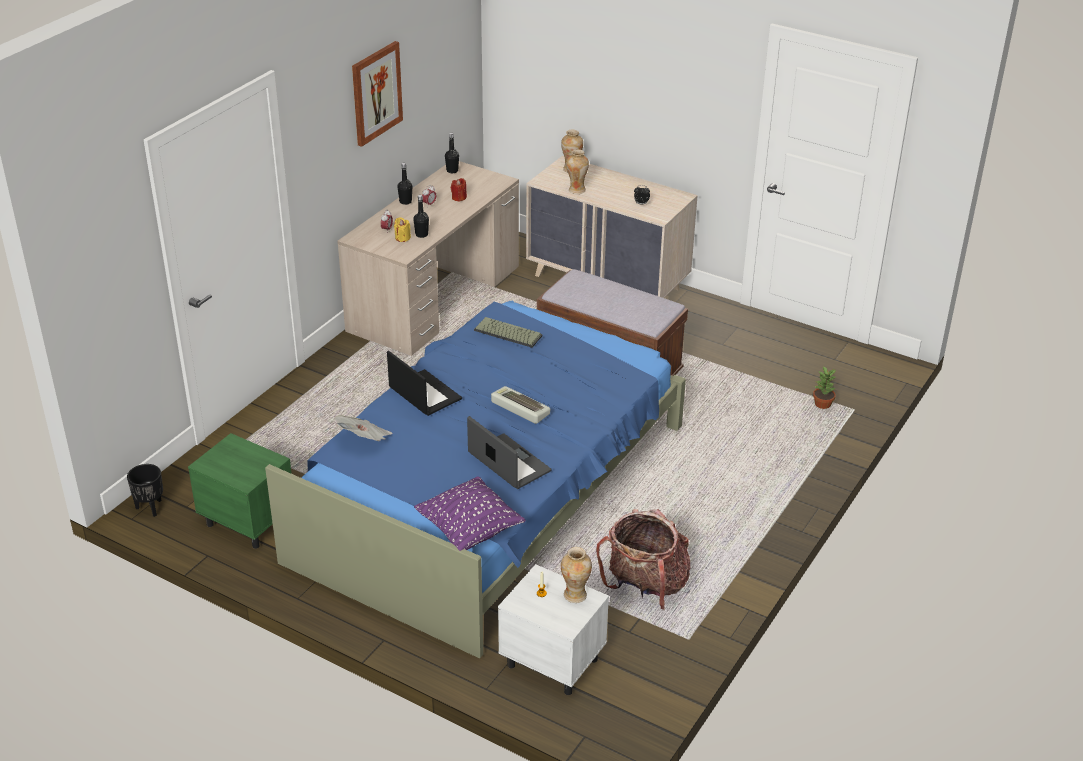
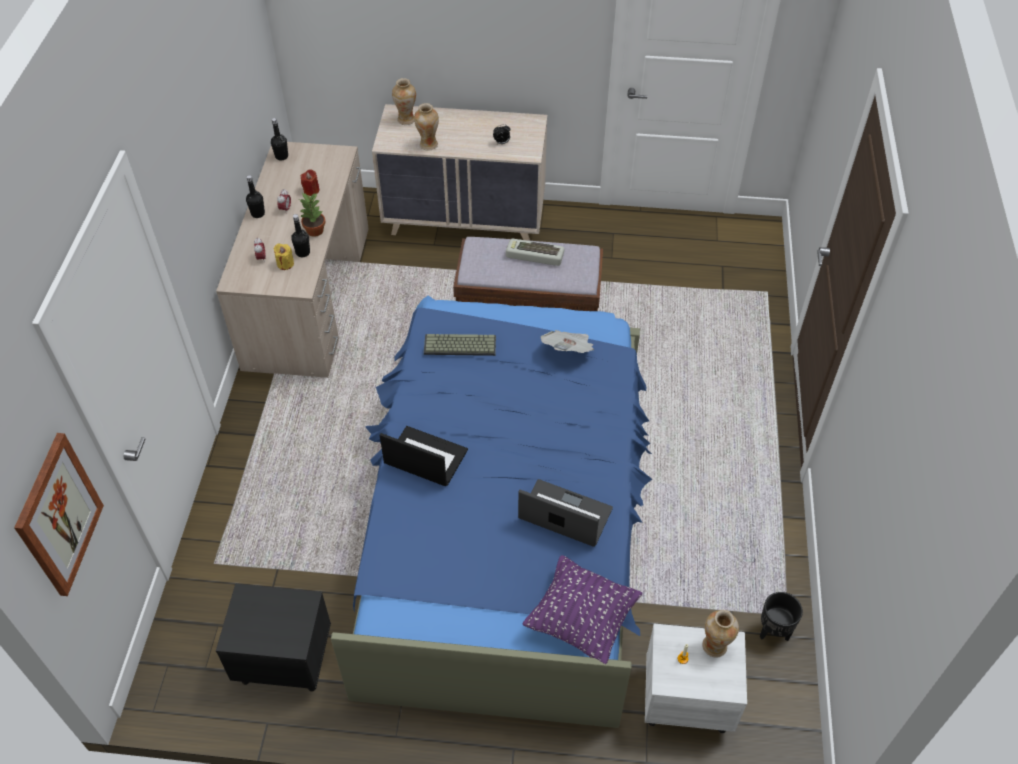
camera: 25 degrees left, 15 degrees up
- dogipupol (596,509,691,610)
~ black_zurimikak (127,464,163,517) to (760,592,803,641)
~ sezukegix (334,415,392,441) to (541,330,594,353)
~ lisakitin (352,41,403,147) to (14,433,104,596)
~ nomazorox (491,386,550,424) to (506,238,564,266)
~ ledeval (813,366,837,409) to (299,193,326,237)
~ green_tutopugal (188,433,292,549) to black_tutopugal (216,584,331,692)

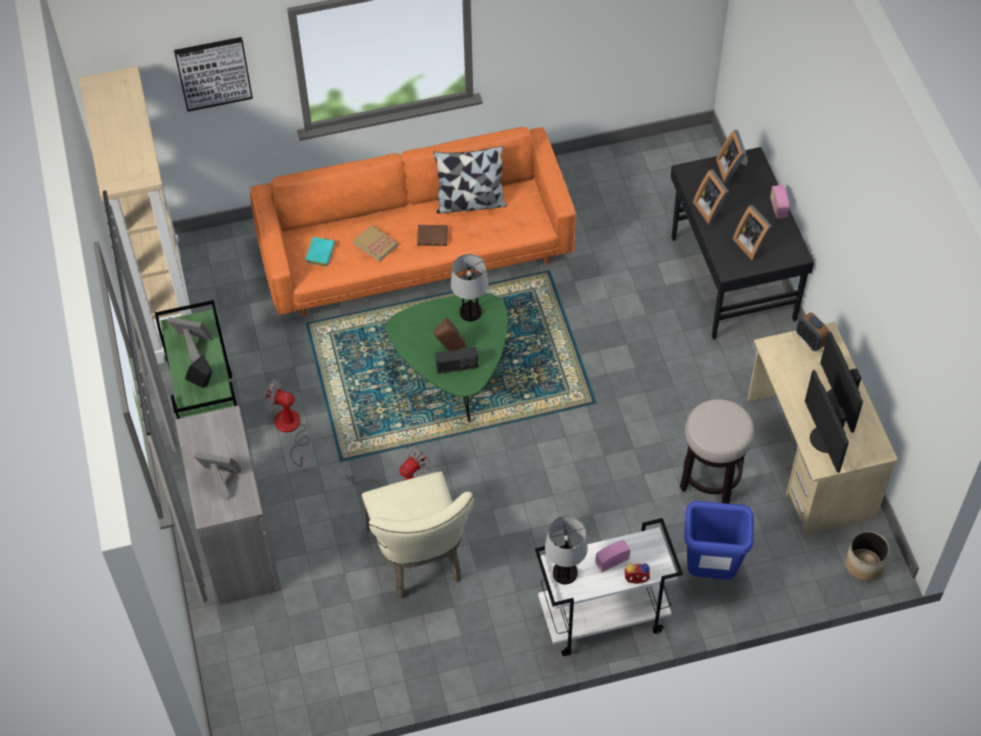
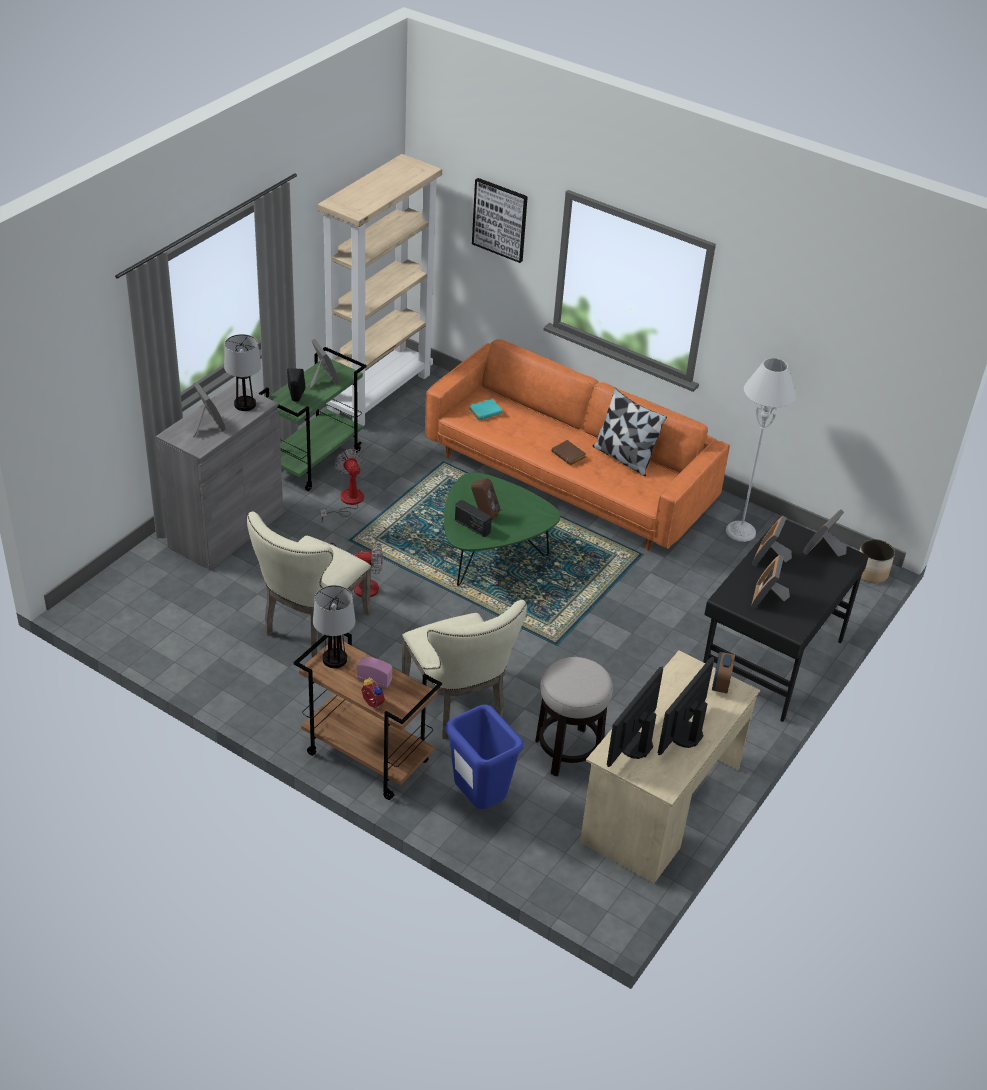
camera: 45 degrees right, 15 degrees down
- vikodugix (353,225,398,262)
- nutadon (770,185,790,219)
+ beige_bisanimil (402,600,527,739)
+ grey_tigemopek (726,358,796,542)
~ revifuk (451,254,488,321) to (224,334,261,411)
~ zurimikak (845,531,889,581) to (859,539,895,583)
~ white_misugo (535,518,683,656) to brown_misugo (294,633,442,800)

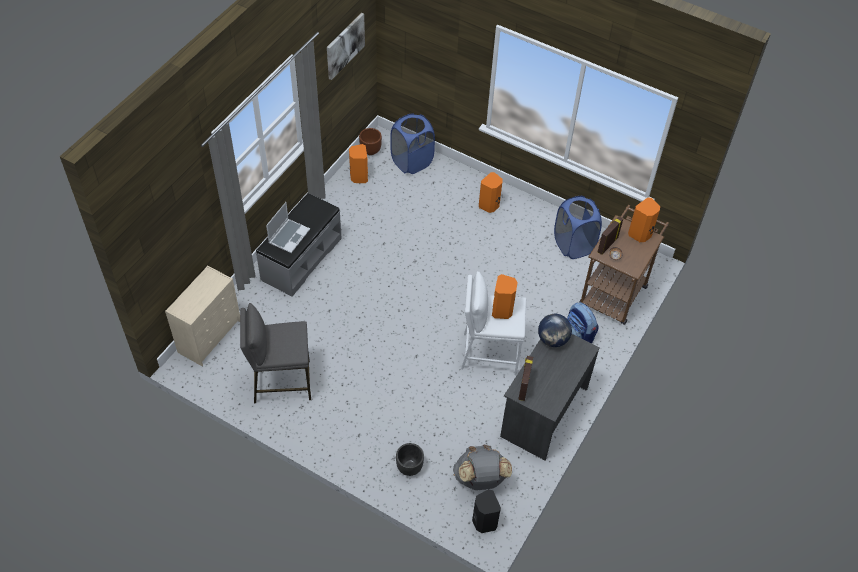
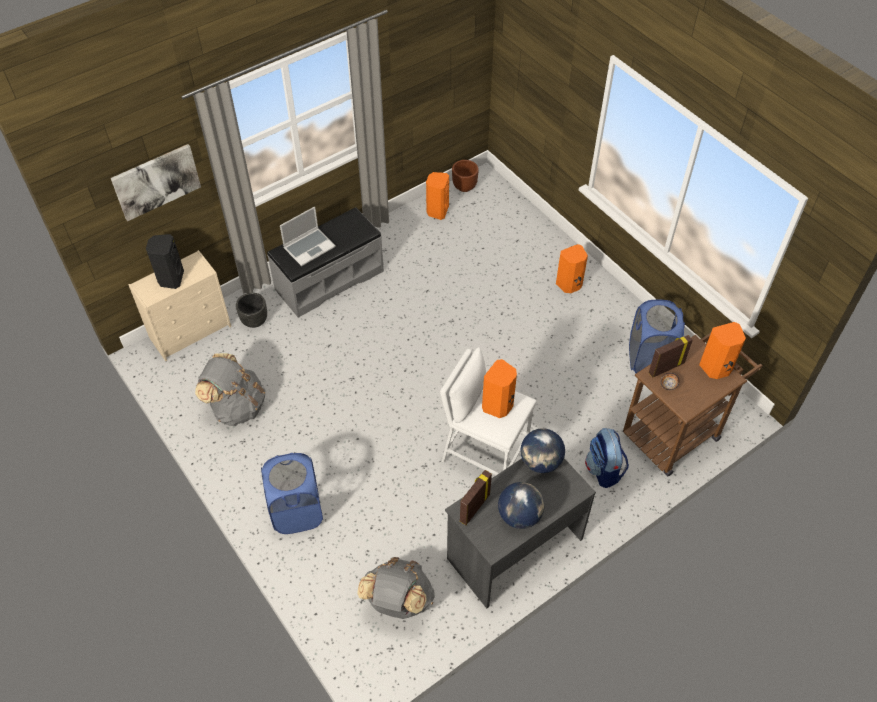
camera: 25 degrees right, 0 degrees up
+ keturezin (498,482,544,529)
~ lisakitin (327,13,365,80) to (111,144,201,221)
~ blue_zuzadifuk (390,113,435,174) to (261,453,323,534)
~ black_zurimikak (396,443,424,476) to (236,293,267,328)
~ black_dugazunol (472,489,501,533) to (146,234,184,289)
~ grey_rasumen (240,303,311,403) to grey_dogipupol (195,353,266,426)

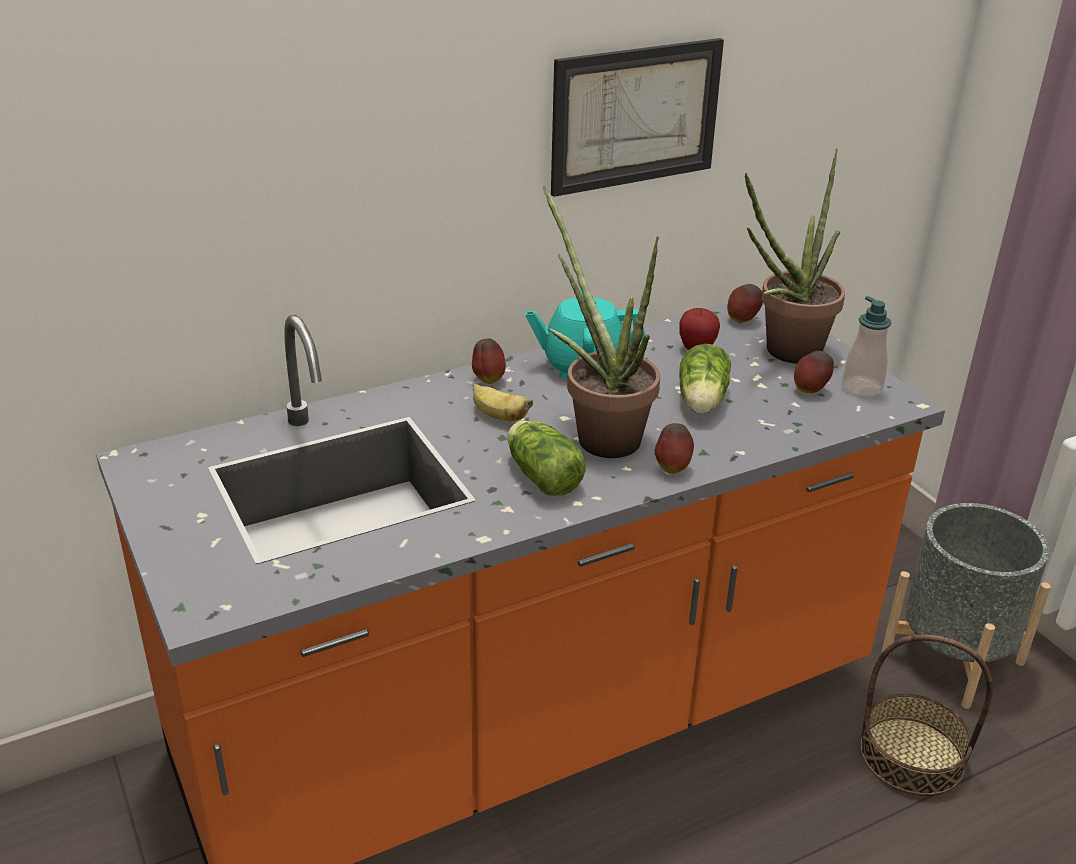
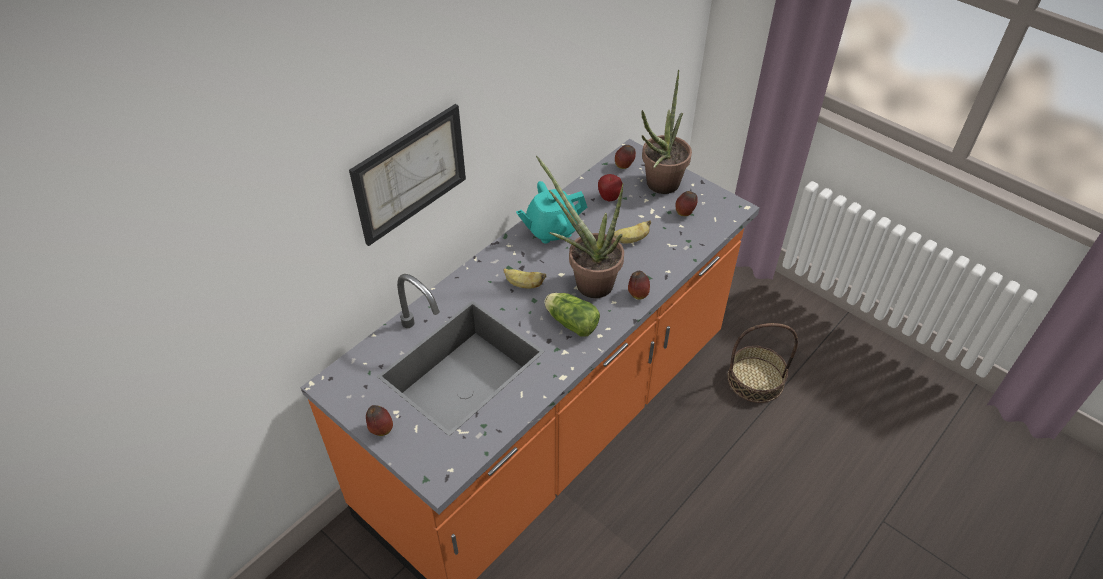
camera: 20 degrees left, 15 degrees up
- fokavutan (842,296,891,398)
- grey_zurimikak (882,503,1051,709)
~ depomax (472,338,506,384) to (366,405,393,436)
~ lisakitin (551,38,724,197) to (349,104,466,246)
~ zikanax (680,344,731,414) to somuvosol (613,220,651,243)

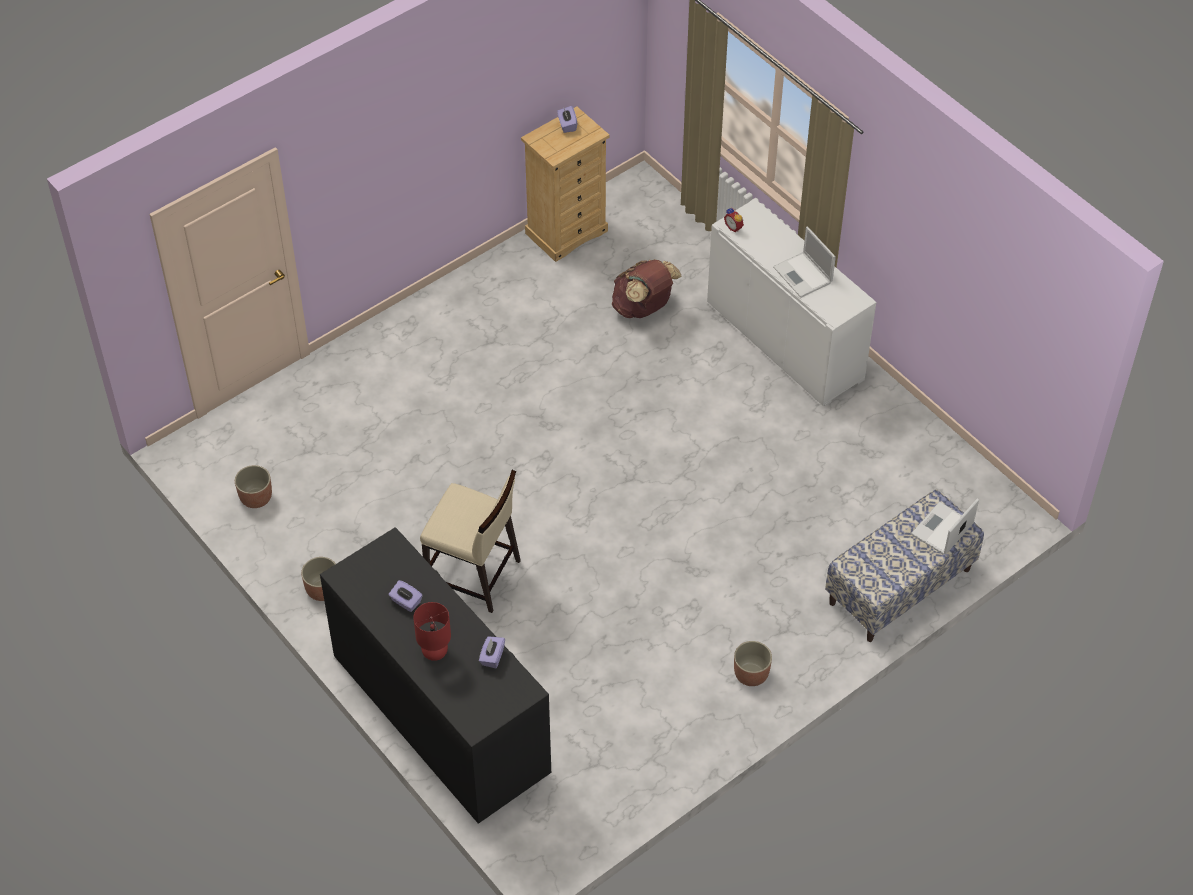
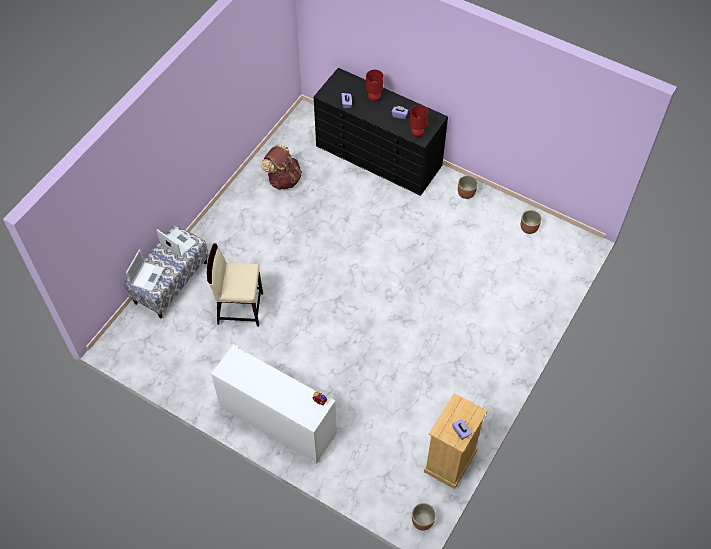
camera: 160 degrees right, 5 degrees up
+ red_revifuk (409,105,428,137)
~ beige_bisanimil (420,470,521,613) to (207,243,263,327)
~ brown_dogipupol (612,259,681,318) to (261,144,302,190)
~ zurimikak (734,641,772,686) to (412,503,436,531)
~ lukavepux (773,226,836,298) to (157,228,197,257)

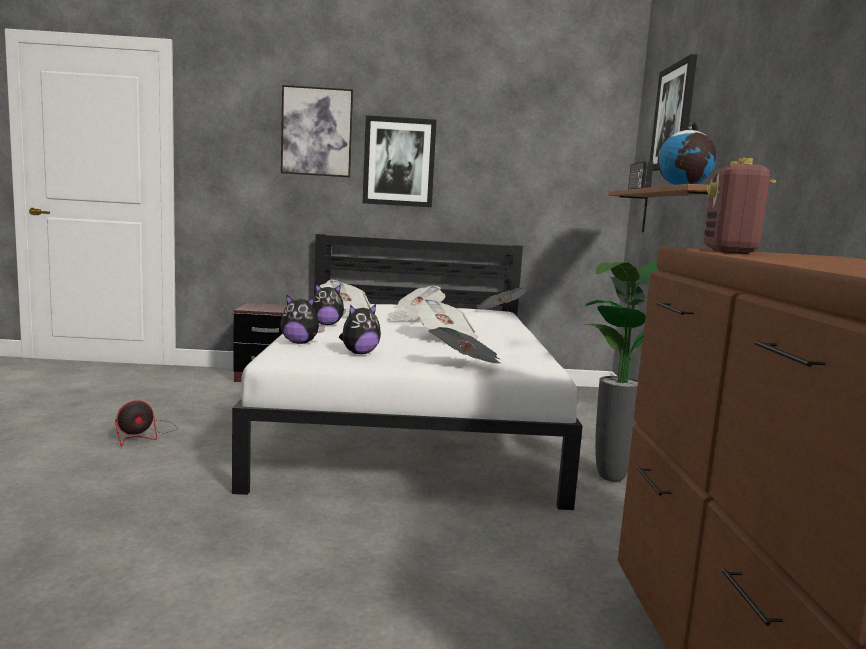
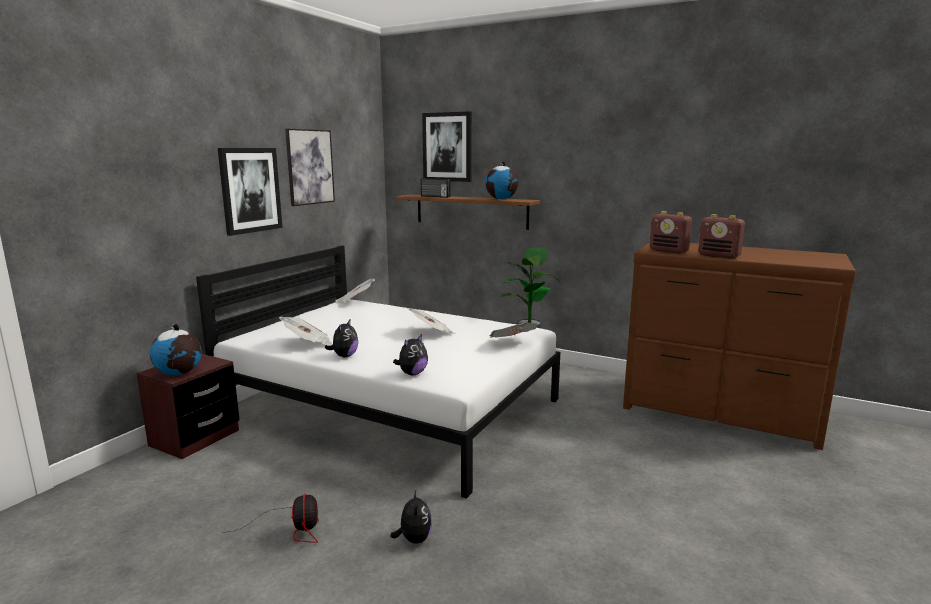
camera: 60 degrees left, 5 degrees up
- sezukegix (388,286,445,320)
+ keturezin (150,324,202,375)
+ nutadon (698,214,745,258)
~ lisakitin (281,85,353,177) to (285,129,335,206)
~ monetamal (339,304,381,354) to (390,490,432,544)

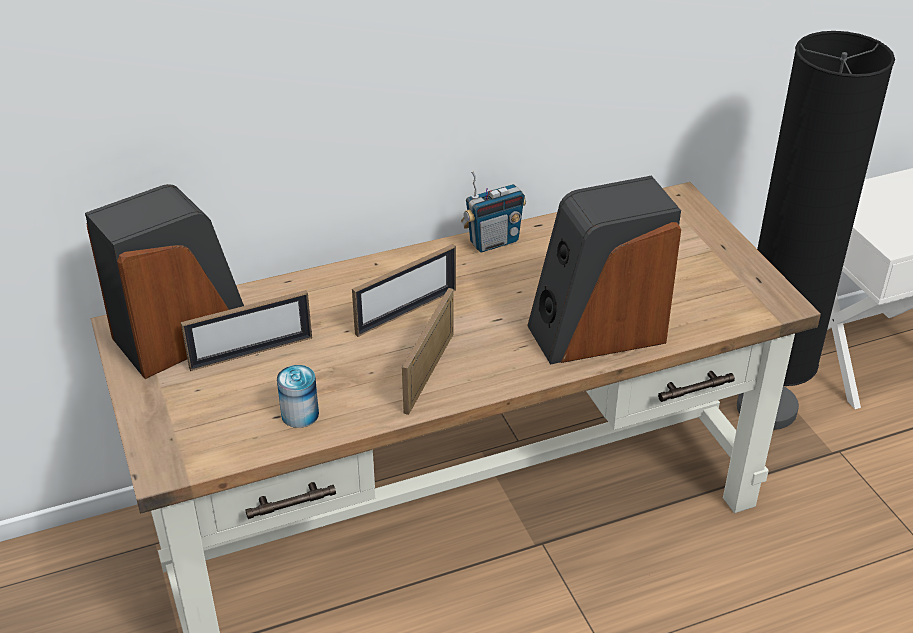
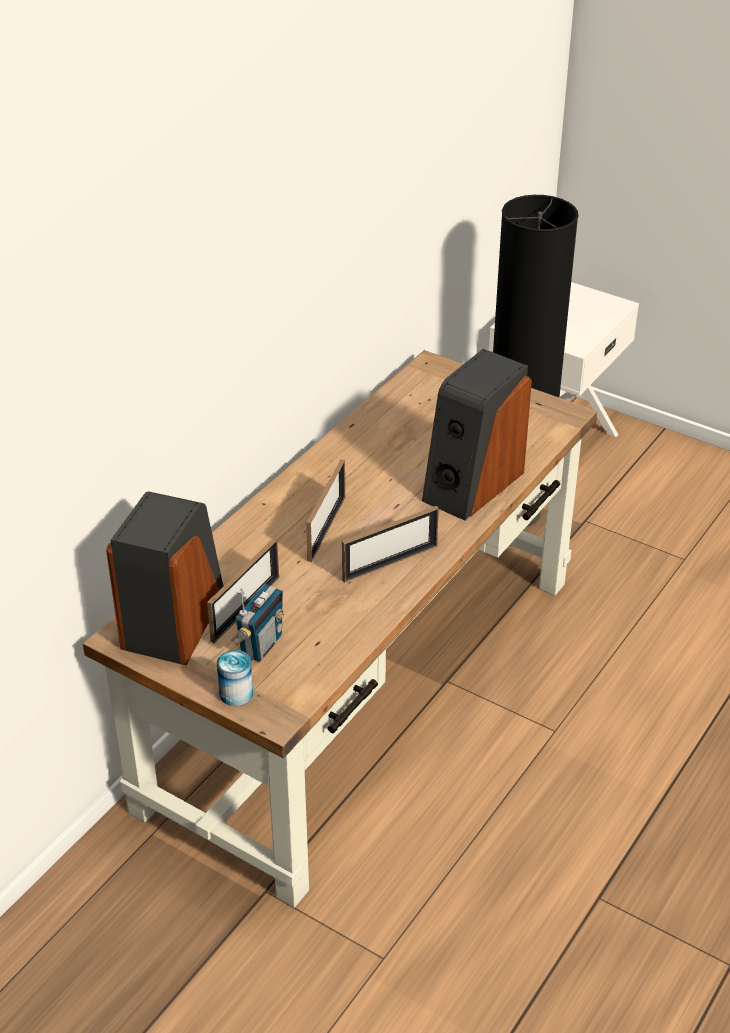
camera: 35 degrees left, 0 degrees up
~ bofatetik (277,365,319,428) to (217,650,253,706)
~ nutadon (461,170,526,252) to (231,584,284,662)
~ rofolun (402,288,454,415) = (342,506,439,583) 105 degrees counterclockwise

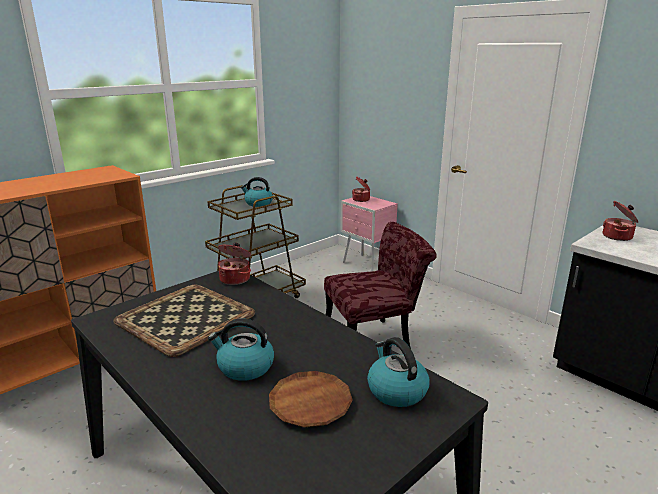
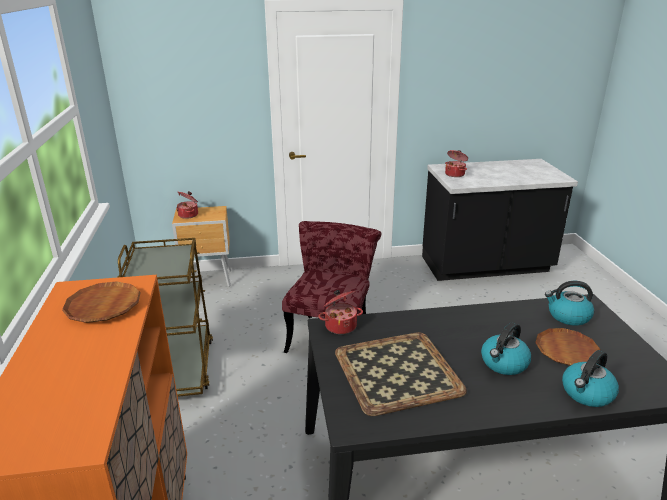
camera: 55 degrees left, 5 degrees up
+ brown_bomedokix (62,281,141,323)
~ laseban (241,177,273,207) to (562,350,619,407)
~ pink_tutopugal (340,196,398,271) to brown_tutopugal (172,206,231,287)

